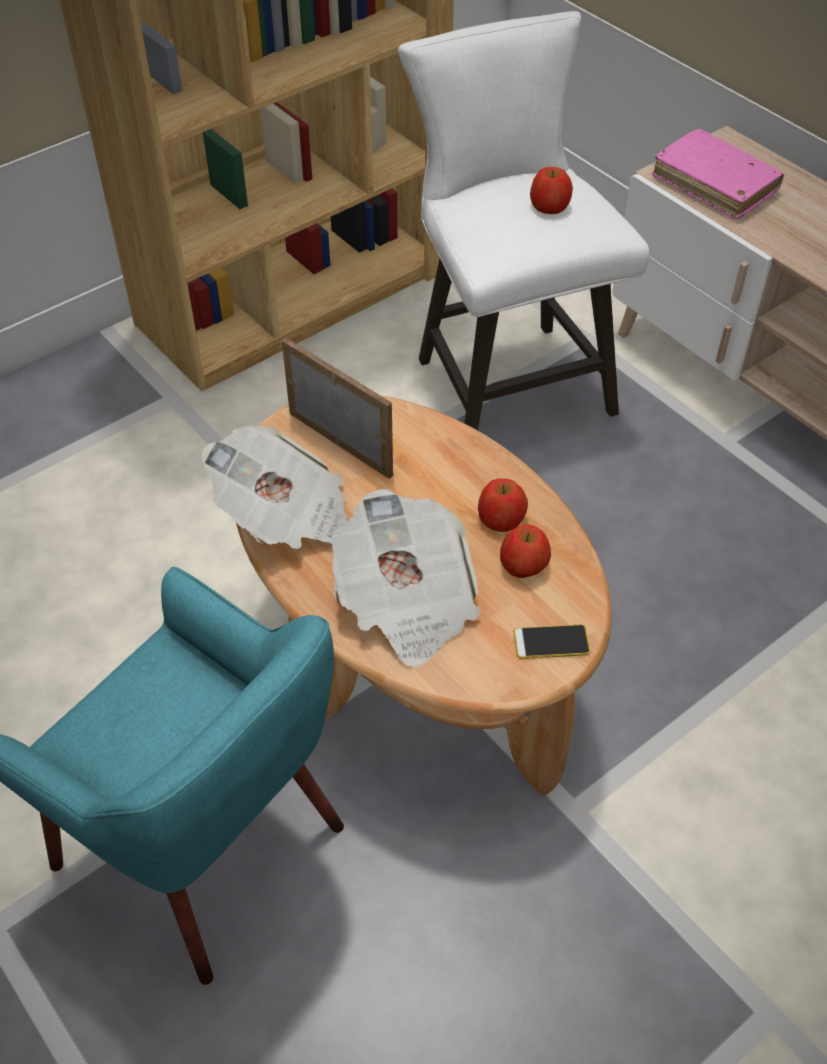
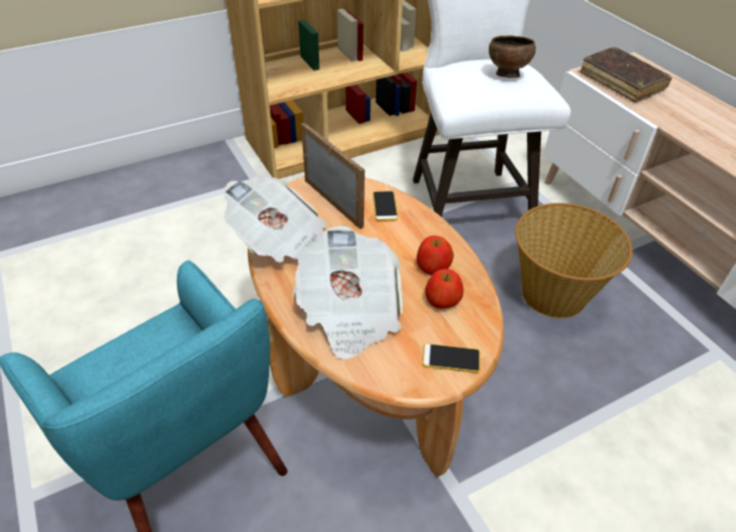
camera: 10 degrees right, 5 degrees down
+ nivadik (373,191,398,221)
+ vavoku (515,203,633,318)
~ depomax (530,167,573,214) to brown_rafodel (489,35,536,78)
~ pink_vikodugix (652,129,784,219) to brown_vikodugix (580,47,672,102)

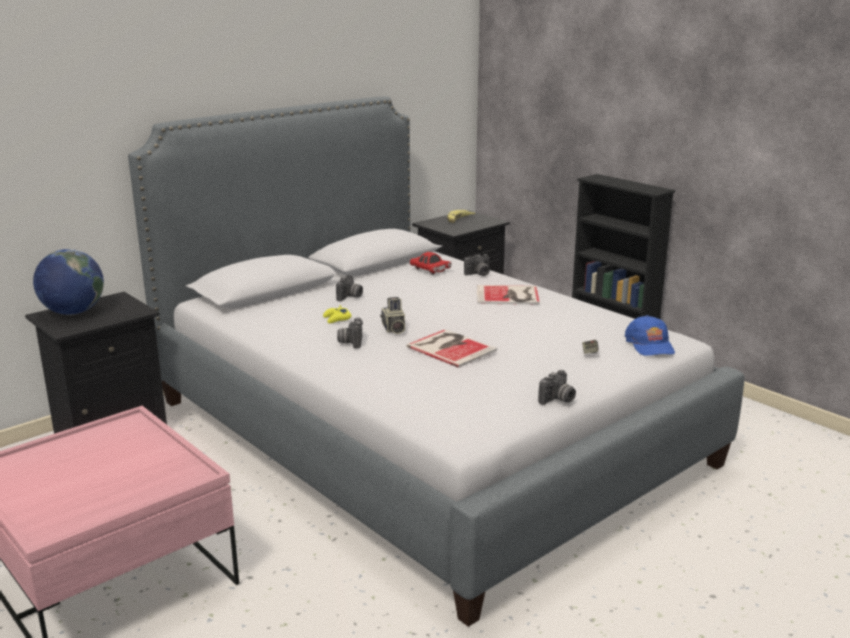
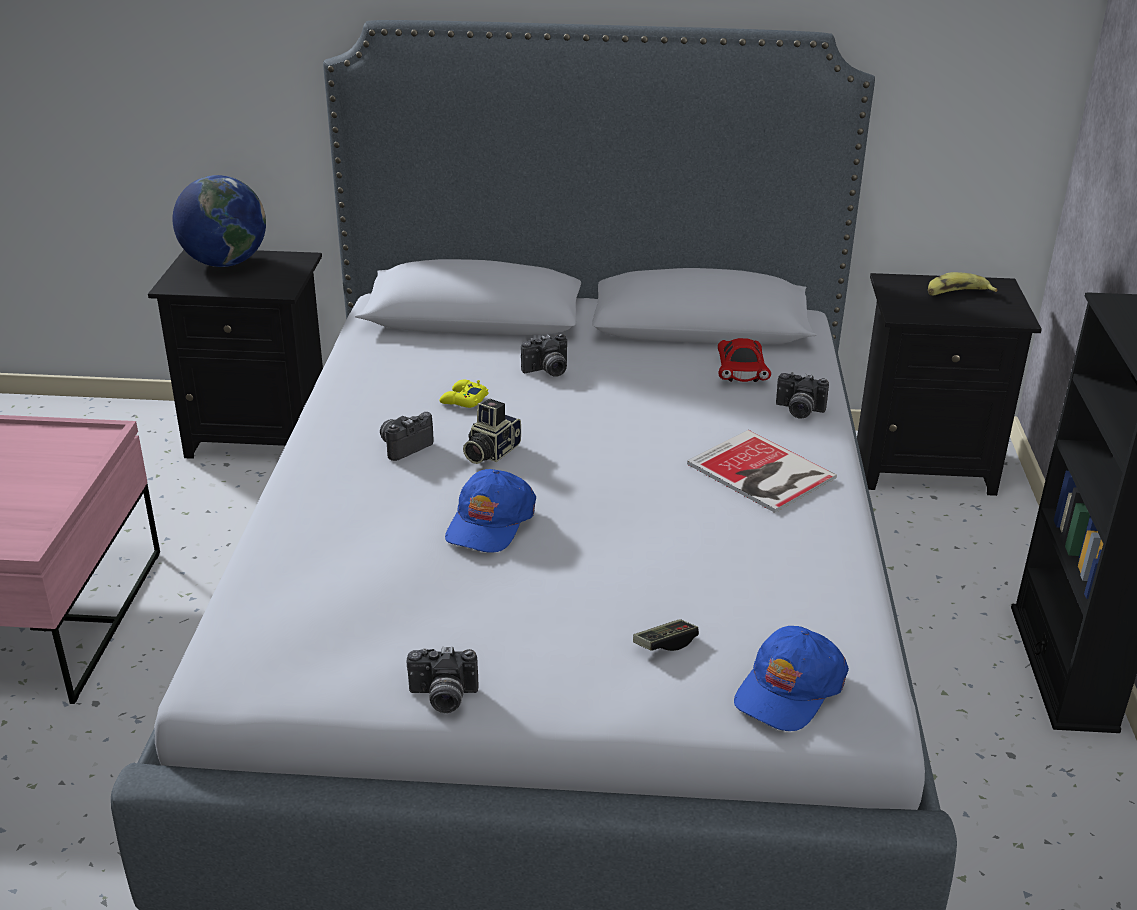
camera: 45 degrees right, 10 degrees up
~ vikodugix (407,329,497,368) to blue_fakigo (445,469,536,553)

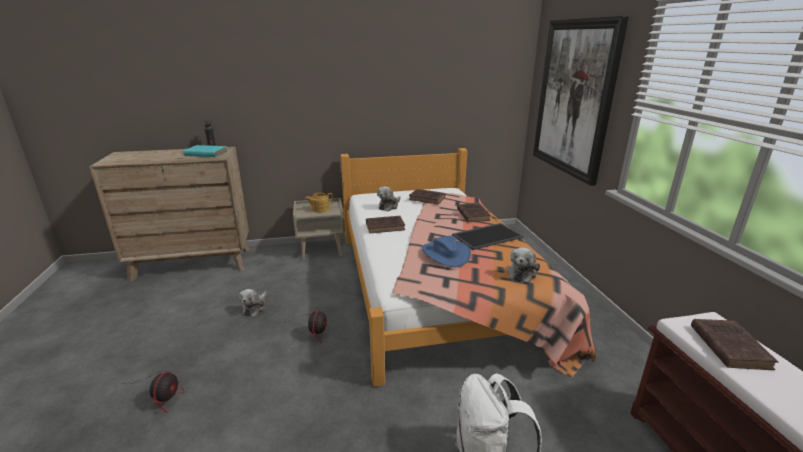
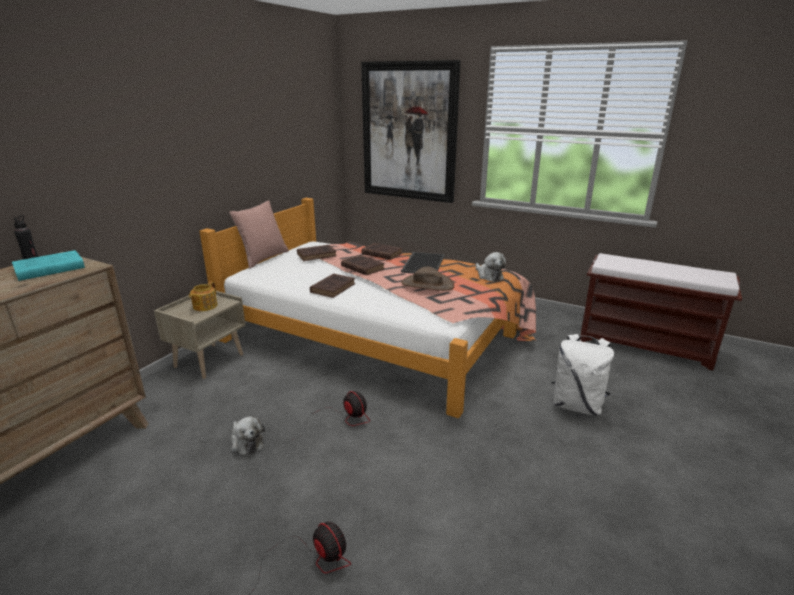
camera: 50 degrees left, 0 degrees up
- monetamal (377,186,401,211)
+ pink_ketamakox (229,200,289,269)
~ brown_vikodugix (691,319,778,370) to (341,255,385,275)
~ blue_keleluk (422,236,471,267) to brown_keleluk (401,266,454,291)

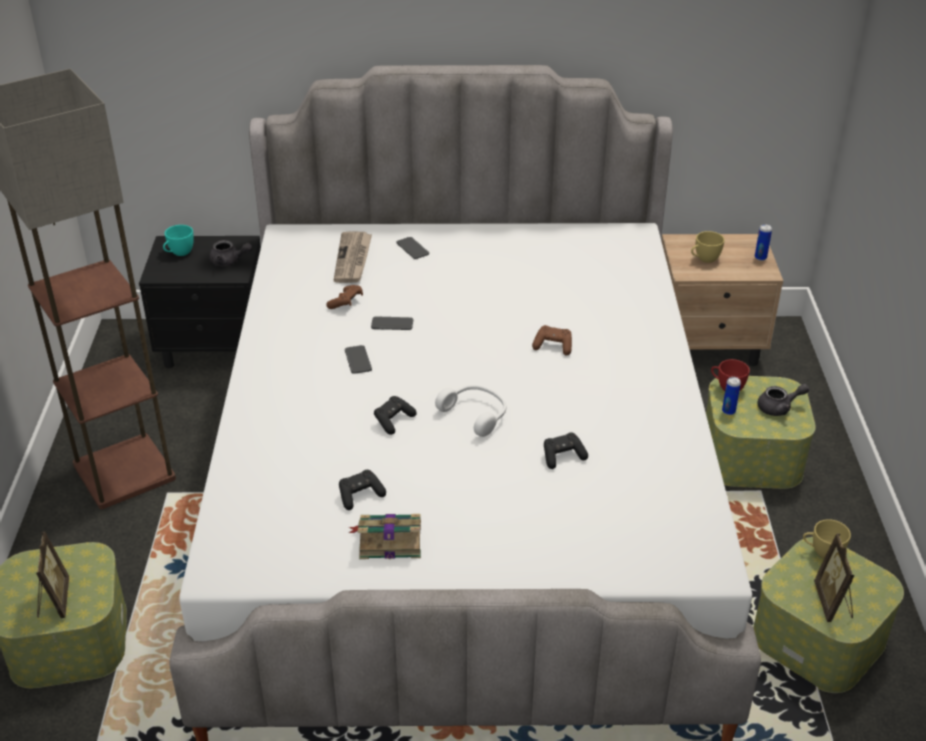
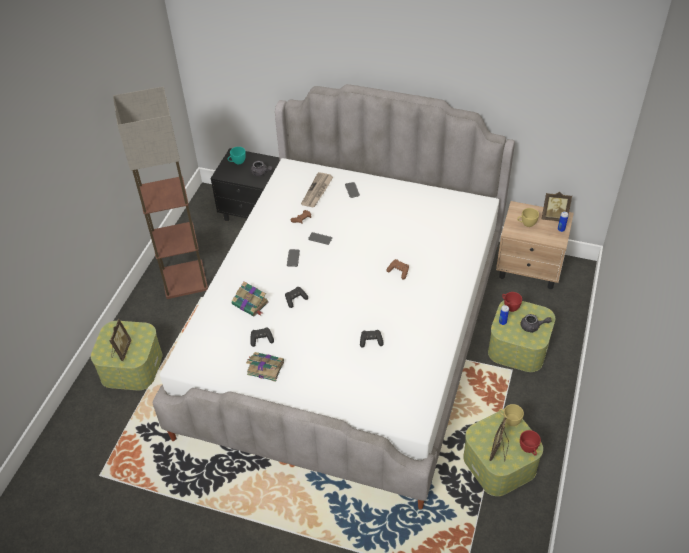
camera: 20 degrees right, 10 degrees up
- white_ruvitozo (435,385,506,437)
+ vikodugix (232,281,269,317)
+ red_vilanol (520,430,541,456)
+ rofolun (542,192,572,221)

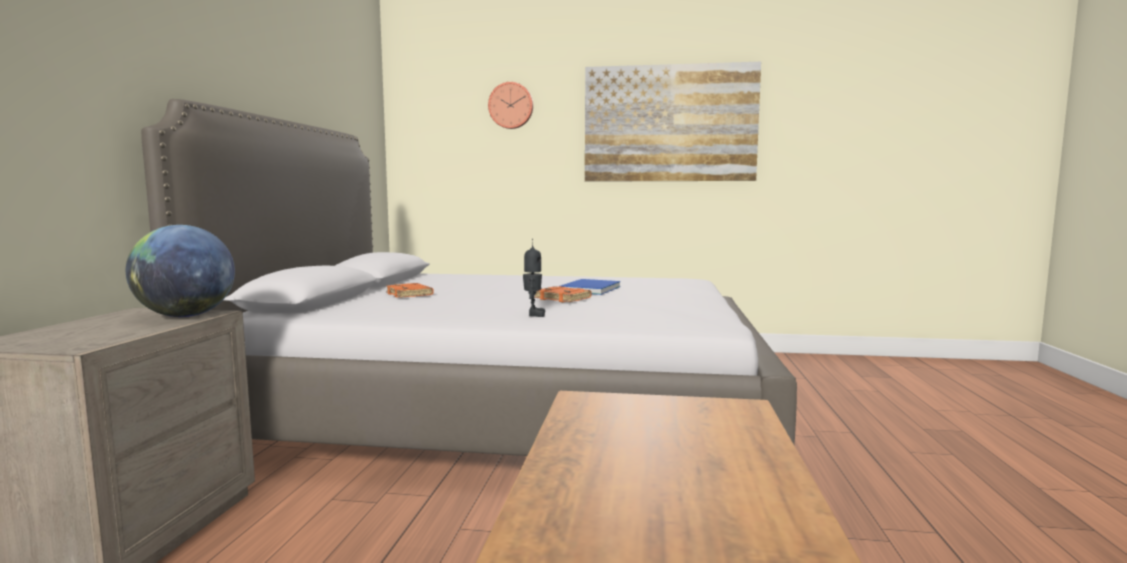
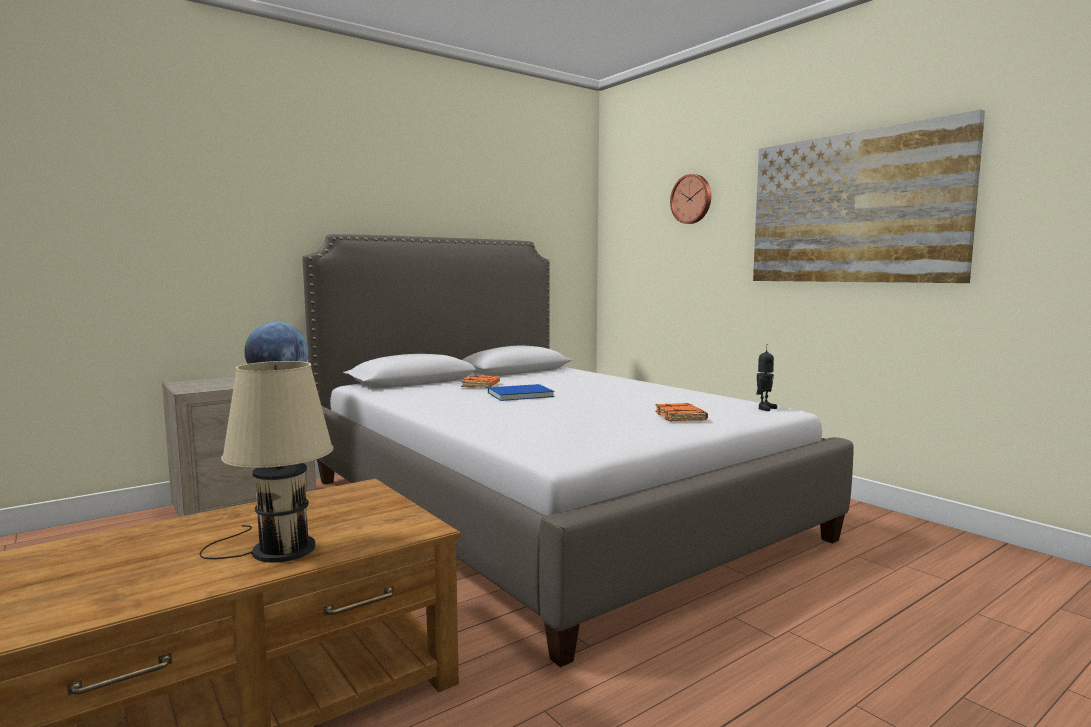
camera: 45 degrees right, 0 degrees up
+ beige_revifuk (200,361,334,563)
~ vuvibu (523,239,545,317) to (756,344,777,411)
~ orange_vikodugix (534,286,591,302) to (655,403,708,421)
~ blue_vikodugix (561,279,621,295) to (488,384,554,401)

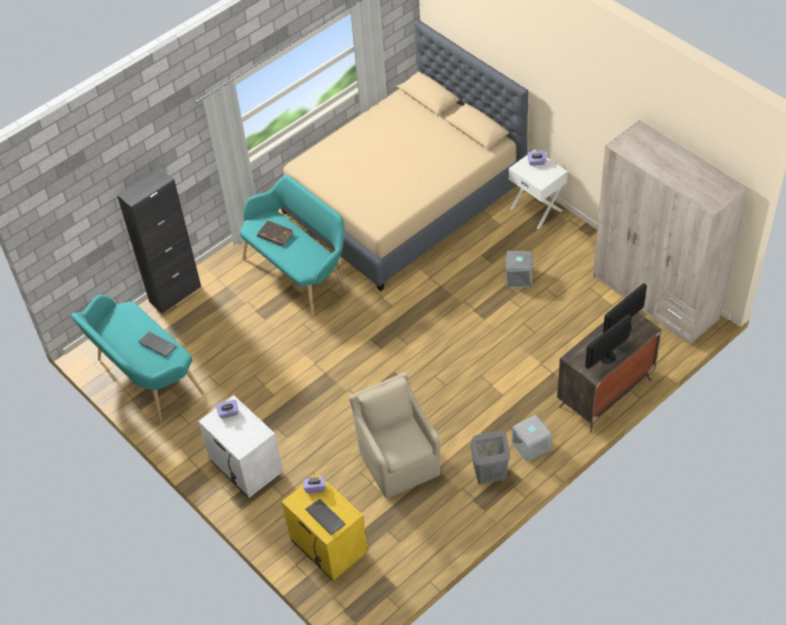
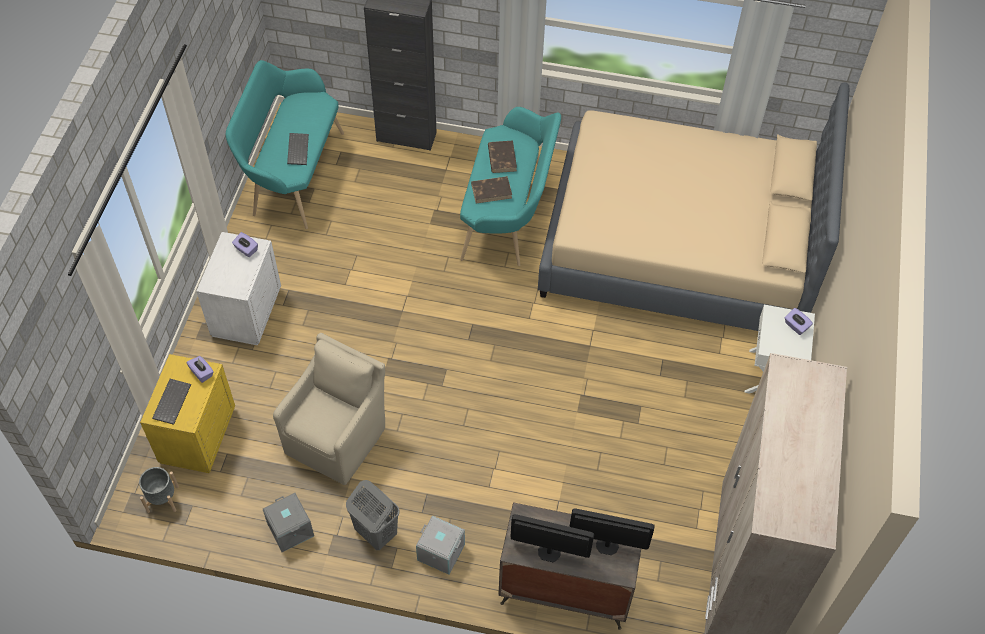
camera: 50 degrees right, 5 degrees up
+ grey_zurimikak (139,467,179,513)
+ brown_vikodugix (471,176,512,203)
~ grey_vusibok (505,251,534,287) to (263,493,314,552)

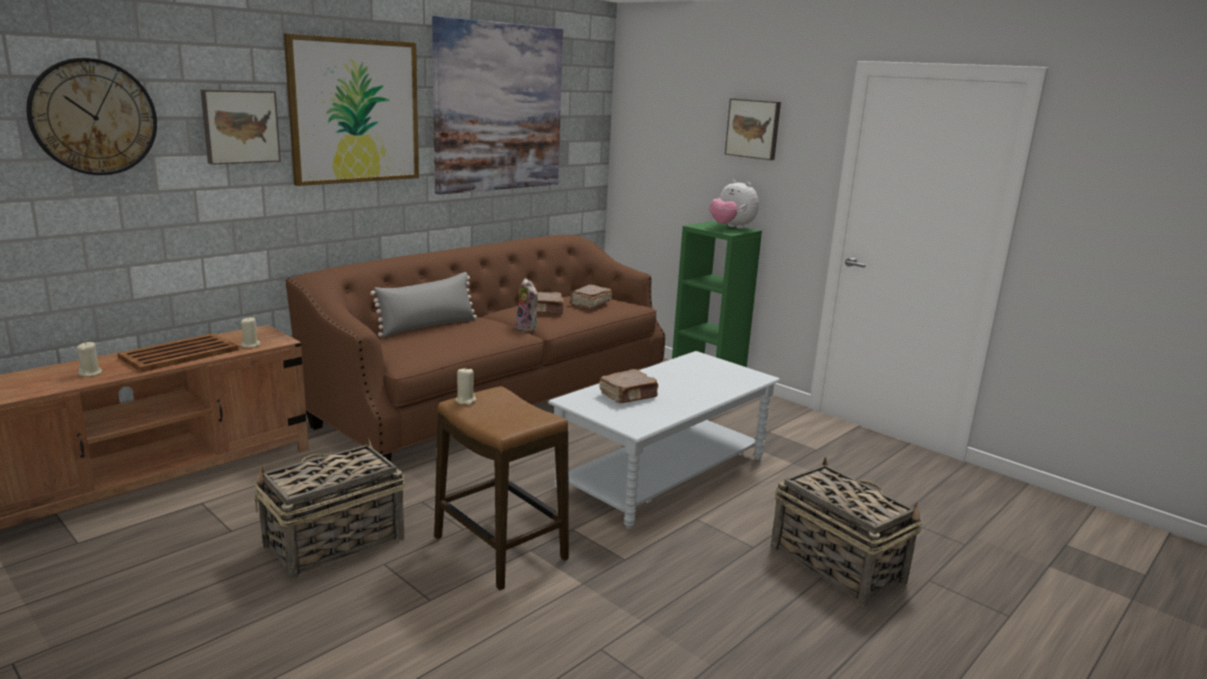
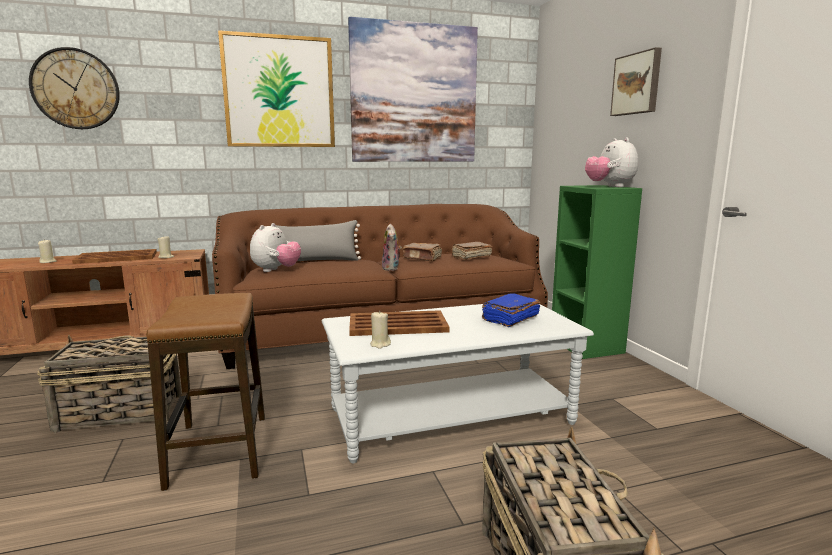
camera: 30 degrees right, 5 degrees down
- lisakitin (201,89,281,165)
+ monetamal (250,223,301,272)
+ blue_vikodugix (482,293,540,327)
~ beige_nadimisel (455,367,476,405) to (370,311,391,349)
~ brown_vikodugix (599,369,658,403) to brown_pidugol (349,310,450,336)

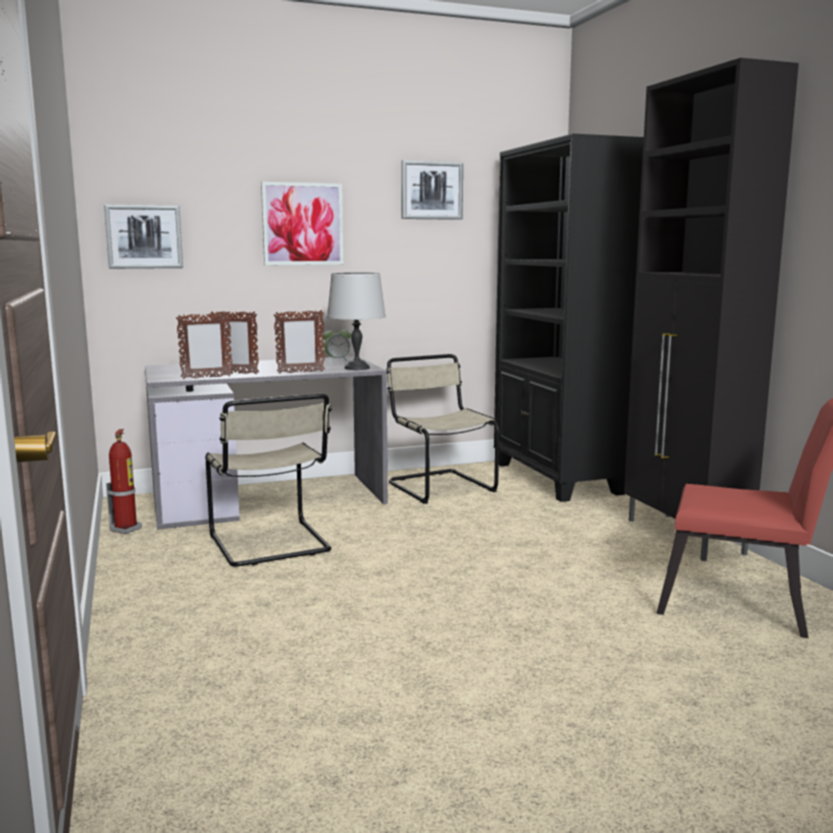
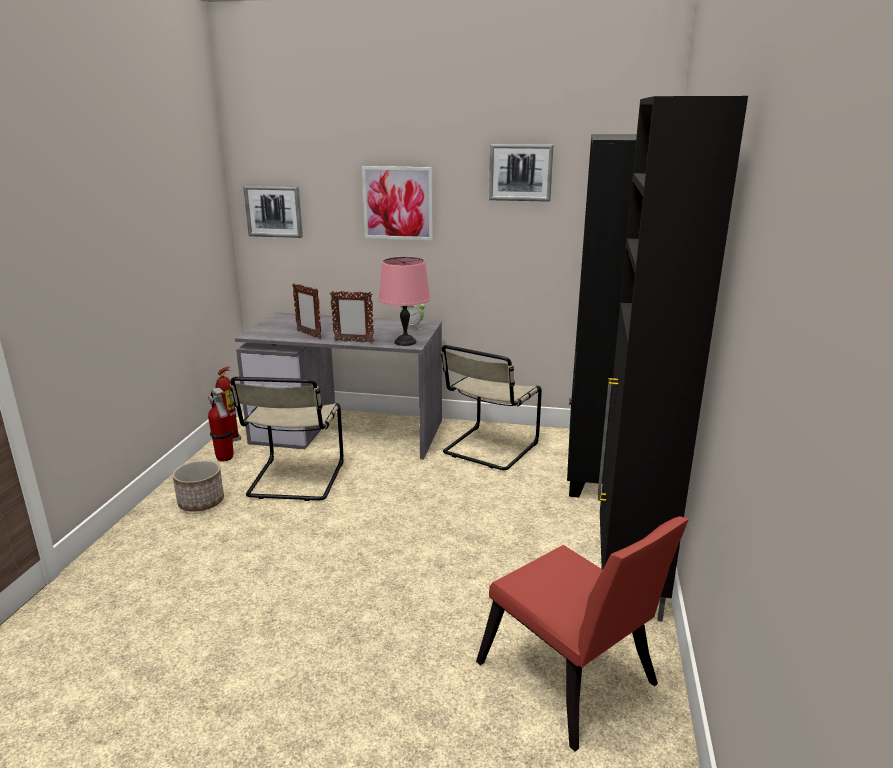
camera: 30 degrees right, 10 degrees up
- rofolun (176,313,233,379)
+ zurimikak (172,460,224,512)
+ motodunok (208,388,233,461)
~ grey_revifuk (327,272,386,370) to pink_revifuk (379,257,431,346)
~ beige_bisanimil (386,354,499,504) = (441,345,542,470) 150 degrees counterclockwise

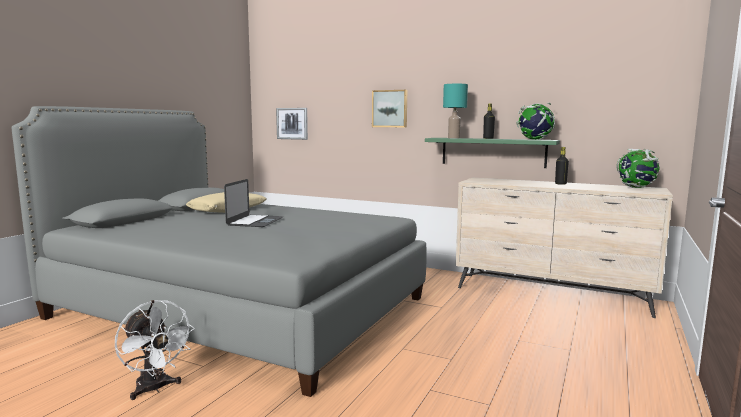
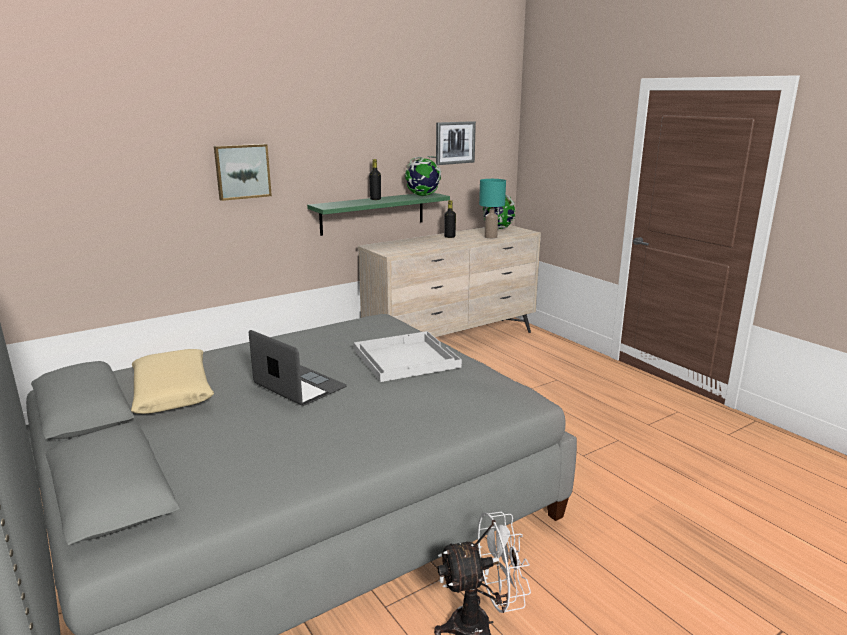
camera: 60 degrees left, 10 degrees up
+ white_pidugol (353,331,462,382)
~ lisakitin (276,108,308,140) to (436,121,476,165)
~ turquoise_revifuk (443,84,468,139) to (479,179,506,239)

